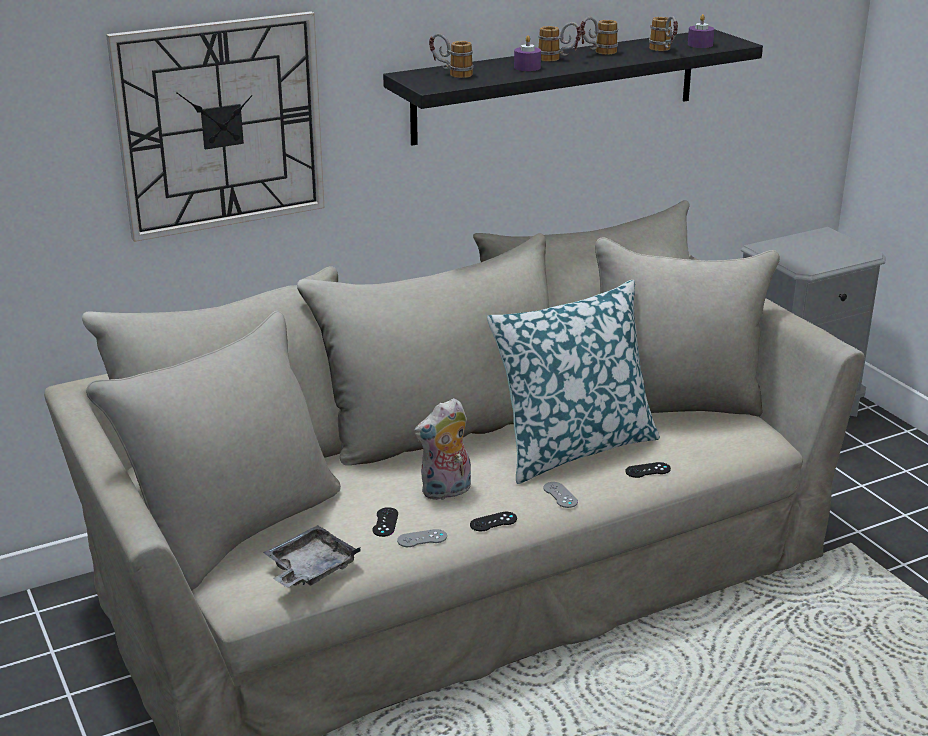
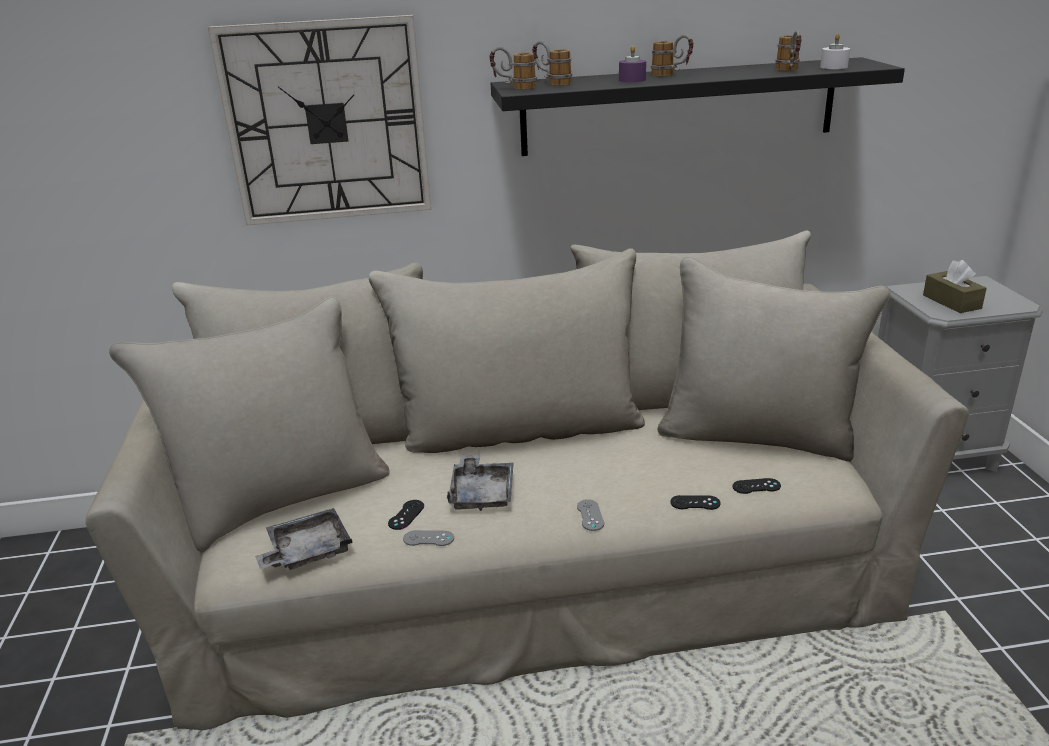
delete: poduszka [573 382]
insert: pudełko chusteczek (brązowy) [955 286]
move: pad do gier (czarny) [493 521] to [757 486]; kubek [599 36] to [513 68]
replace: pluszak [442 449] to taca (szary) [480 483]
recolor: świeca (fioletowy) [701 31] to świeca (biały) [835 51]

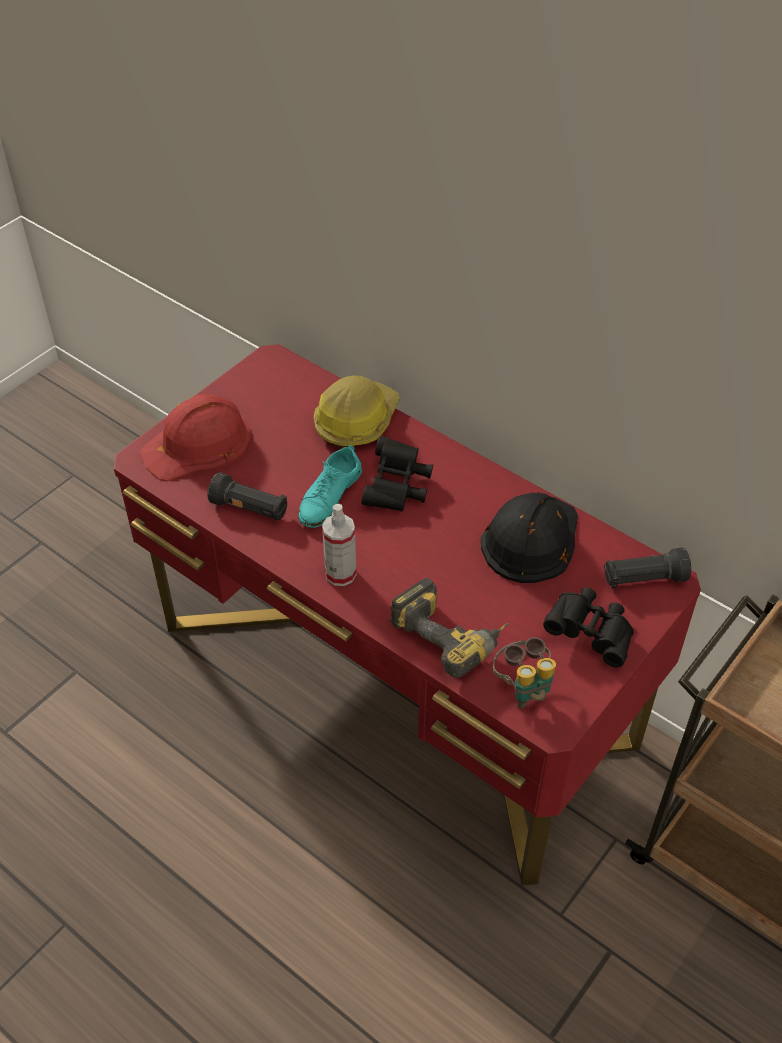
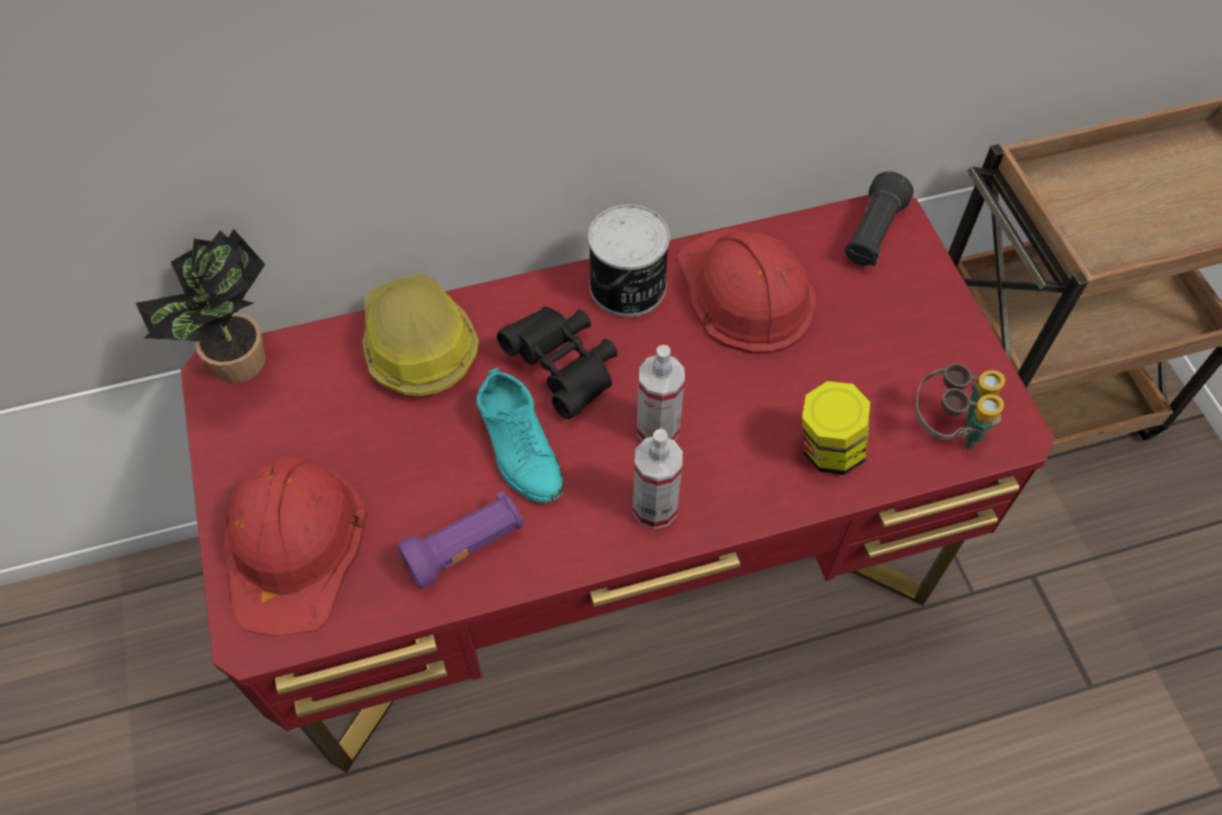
delete: lornetka (czarny) [588 627]
insert: roślina doniczkowa [201 306]; puszka [629 261]; spryskiwacz [661 393]
replace: wiertarka [449 628] to słoik [836 428]
recolor: latarka (czarny) [247 496] to latarka (fioletowy) [460 540]; kask (czarny) [529 537] to kask (czerwony) [746 291]

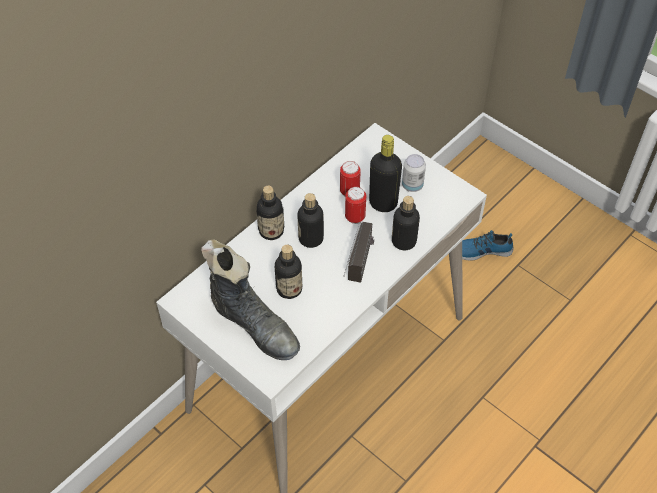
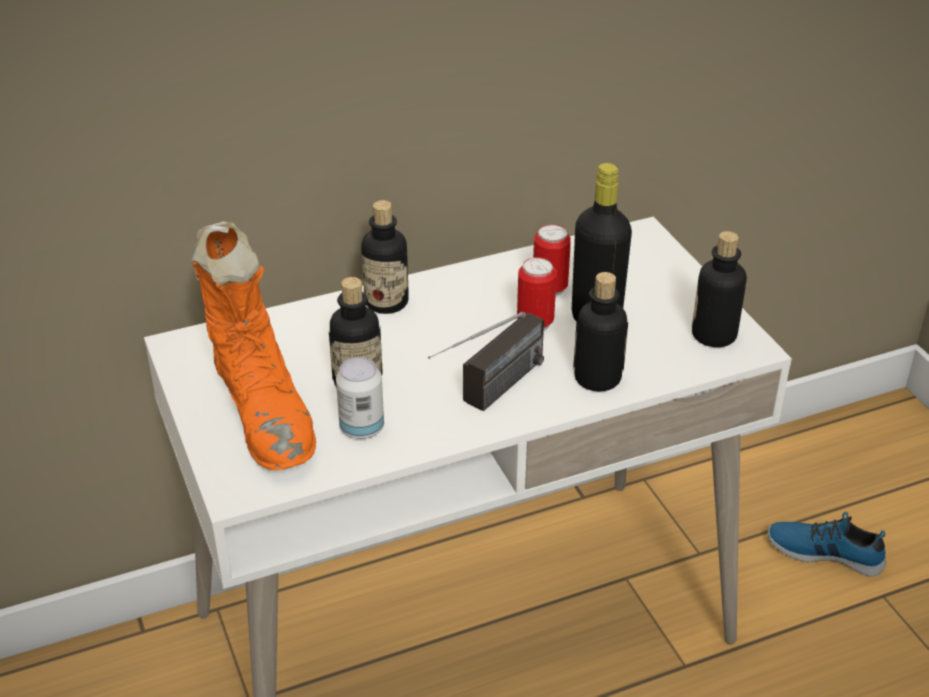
move: butelka [310 220] to [719 289]; puszka [414 173] to [360 398]
recolor: but z cholewką (czarny) [250 299] to but z cholewką (pomarańczowy) [254 346]

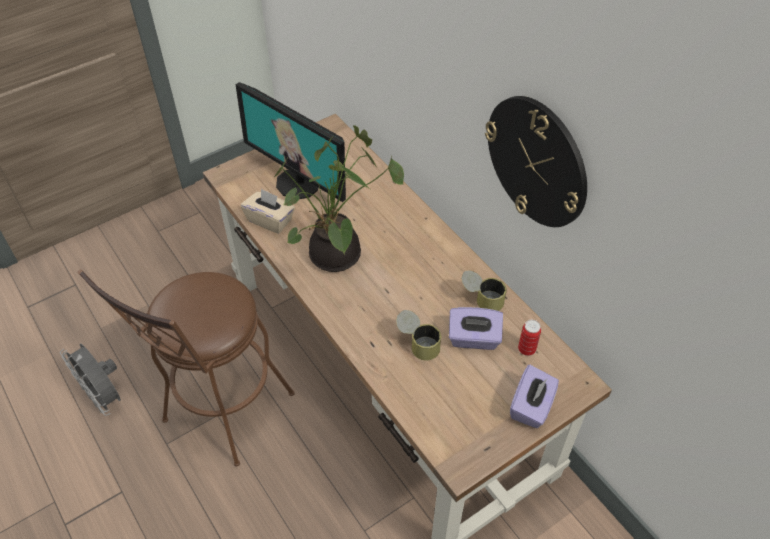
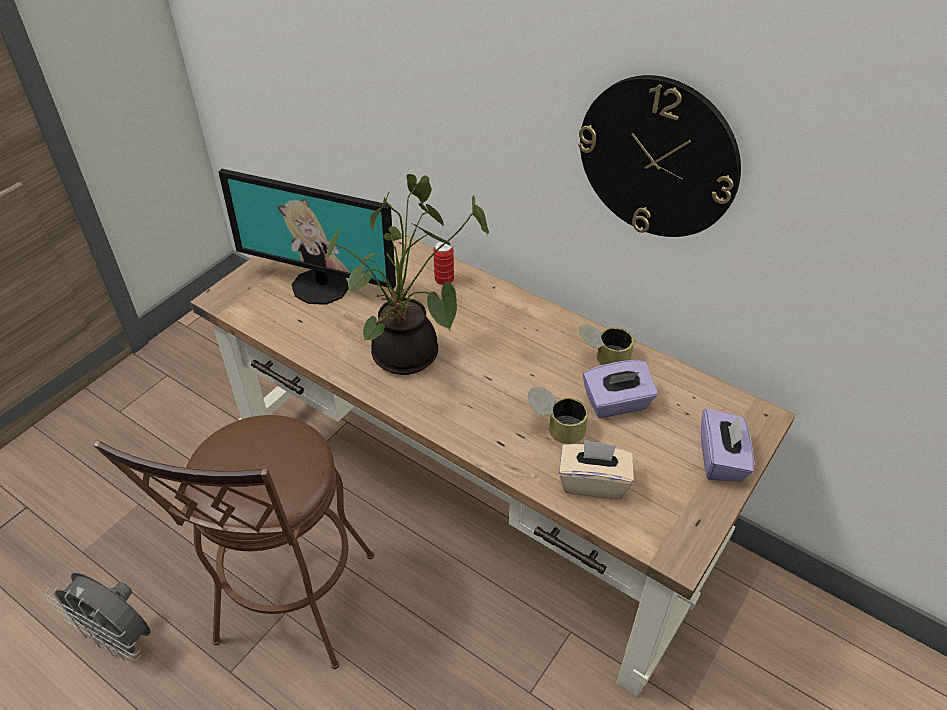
move: pudełko chusteczek (beżowy) [268 211] to [596 470]; puszka [529 338] to [443 263]

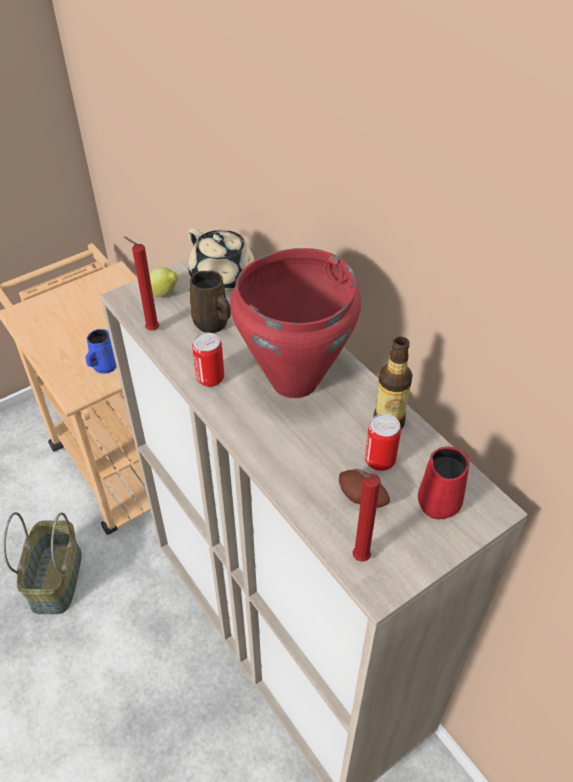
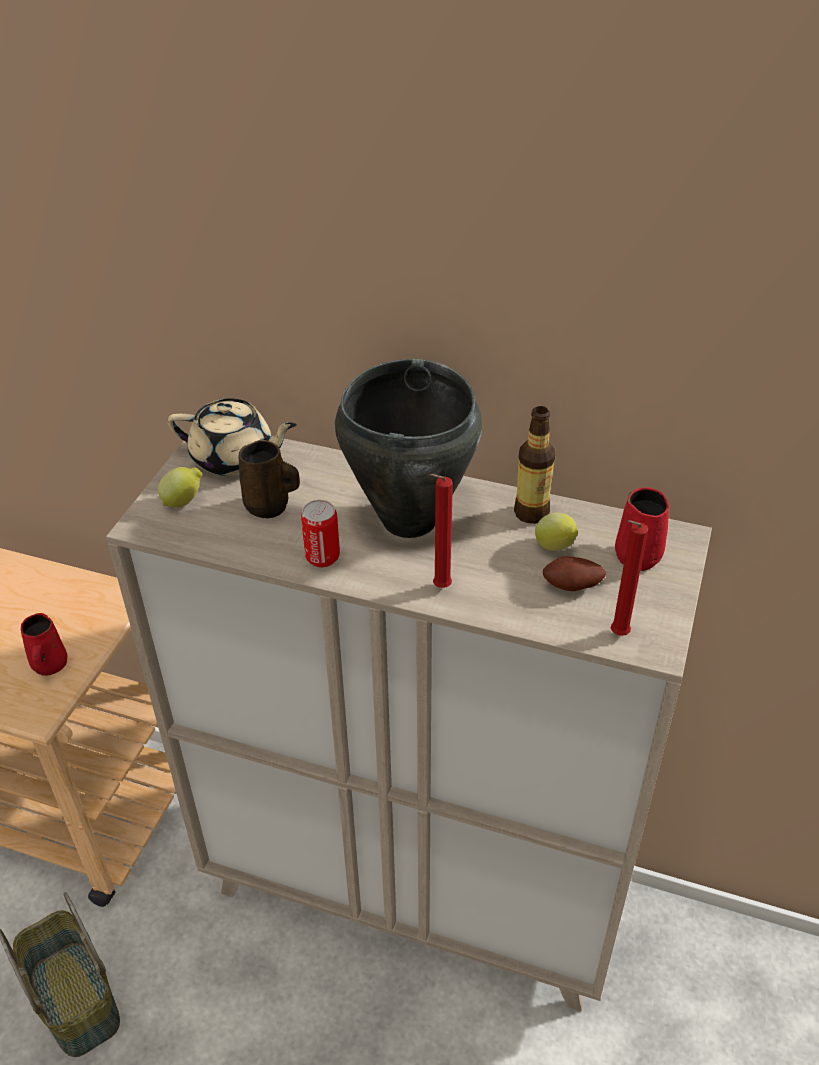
move: świeca (czerwony) [141 284] to [441 531]
replace: puszka [383 442] to cytryna [556 532]
recolor: kubek (niebieski) [101 351] to kubek (czerwony) [44 644]; garnek (czerwony) [295 323] to garnek (czarny) [408 448]

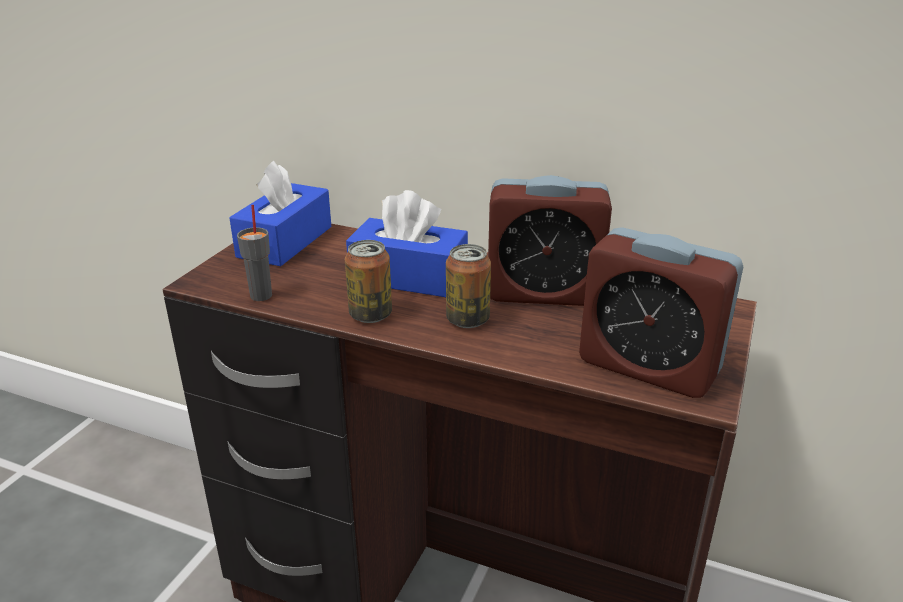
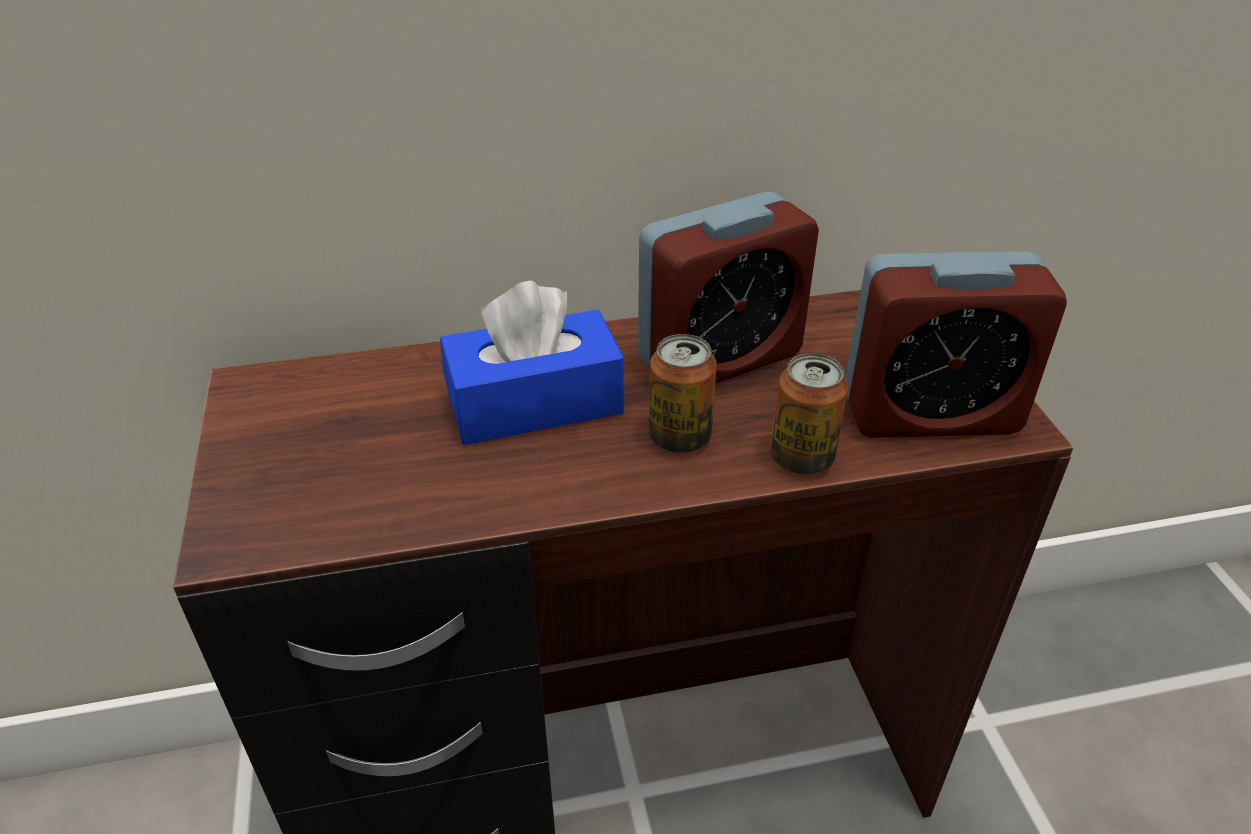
delete: pudełko chusteczek (niebieski) [280 213]; filiżanka (szary) [254 253]
move: puszka [368 281] to [809 414]

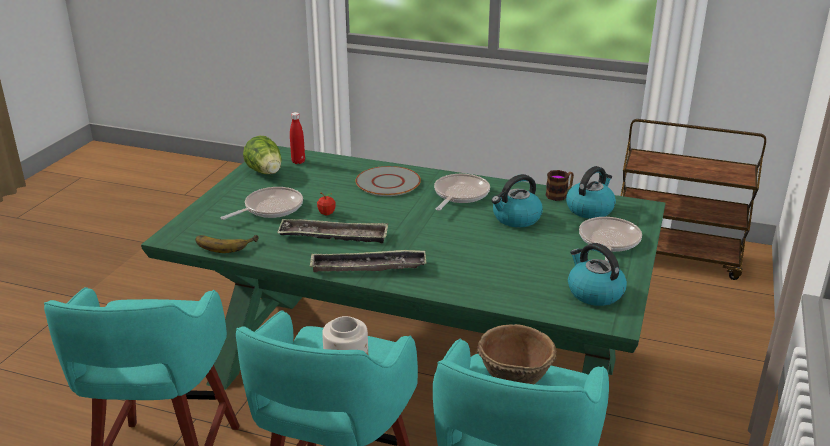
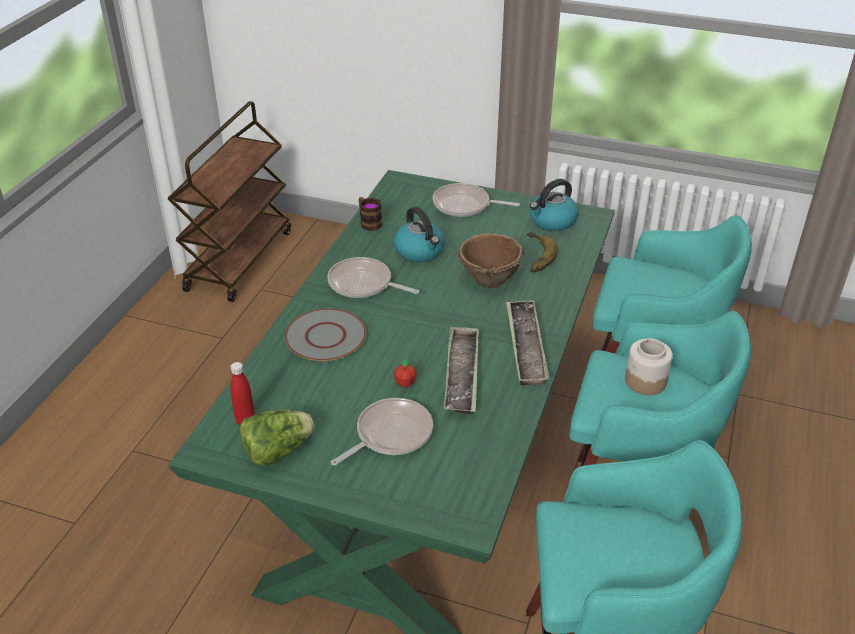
delete: czajnik [591 192]
move: banan [227 244] to [542 252]; miska (brązowy) [516 354] to [491 260]
rotate: patelnia [262 203] = [382 432] 90 degrees clockwise

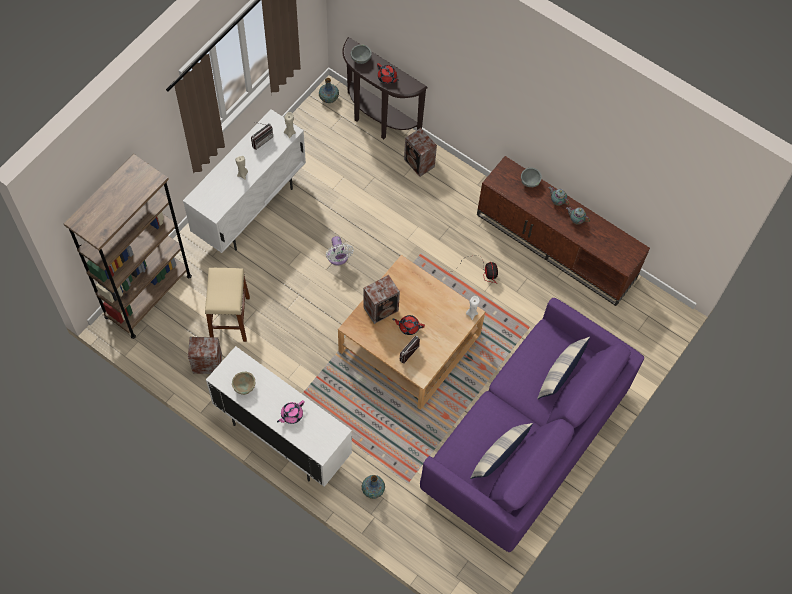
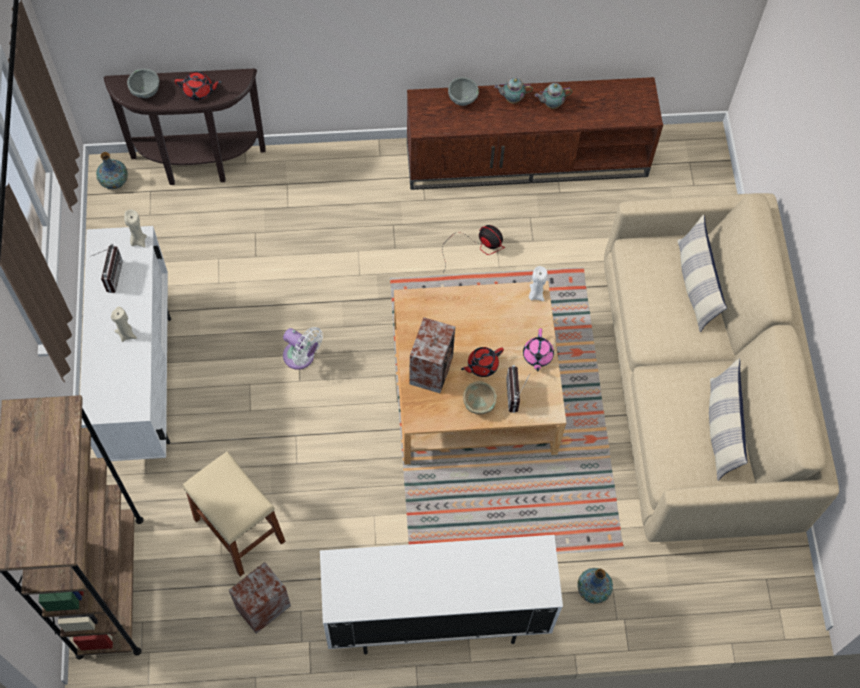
delete: głośnik [420 152]
move: miska (beżowy) [243 383] to [480 397]; imbryk (różowy) [291 412] to [538 349]
recolor: kanapa (fioletowy) [532 425] to kanapa (beżowy) [721 367]

